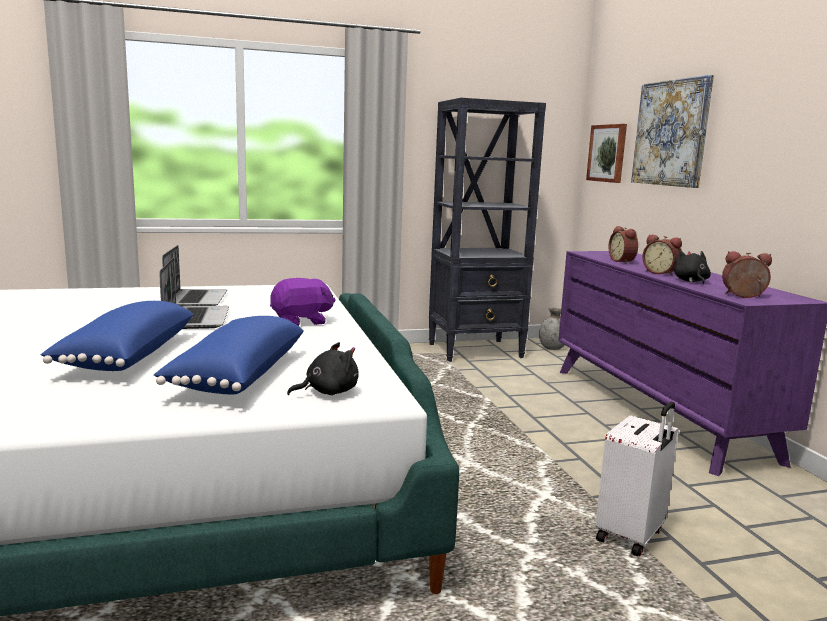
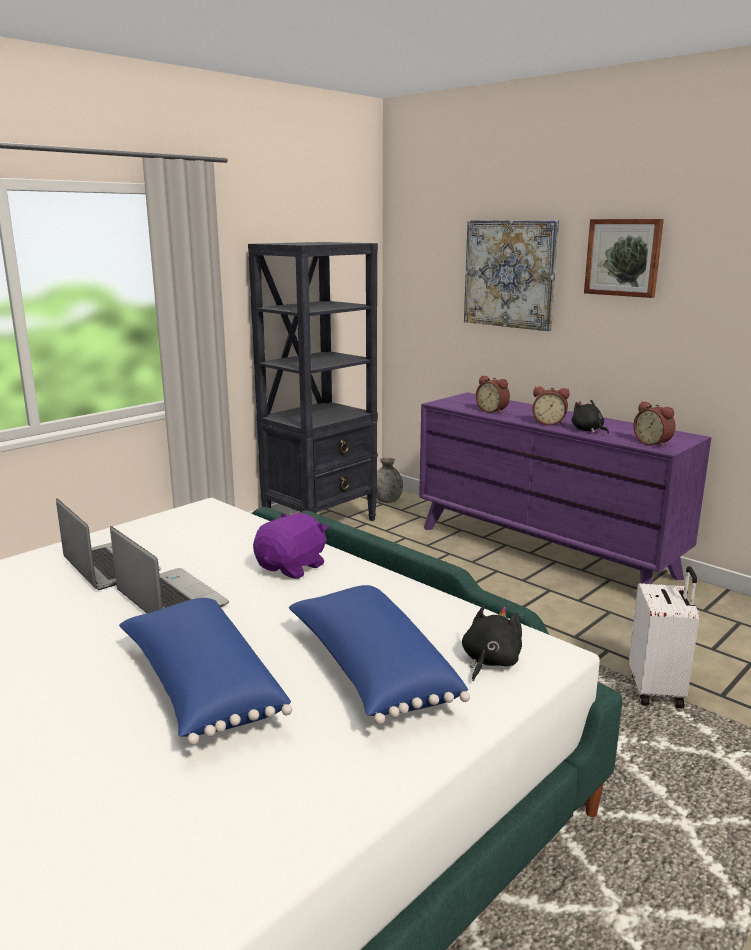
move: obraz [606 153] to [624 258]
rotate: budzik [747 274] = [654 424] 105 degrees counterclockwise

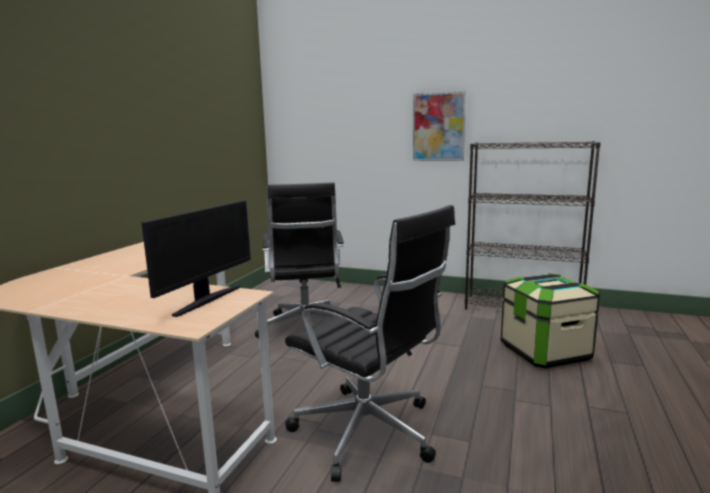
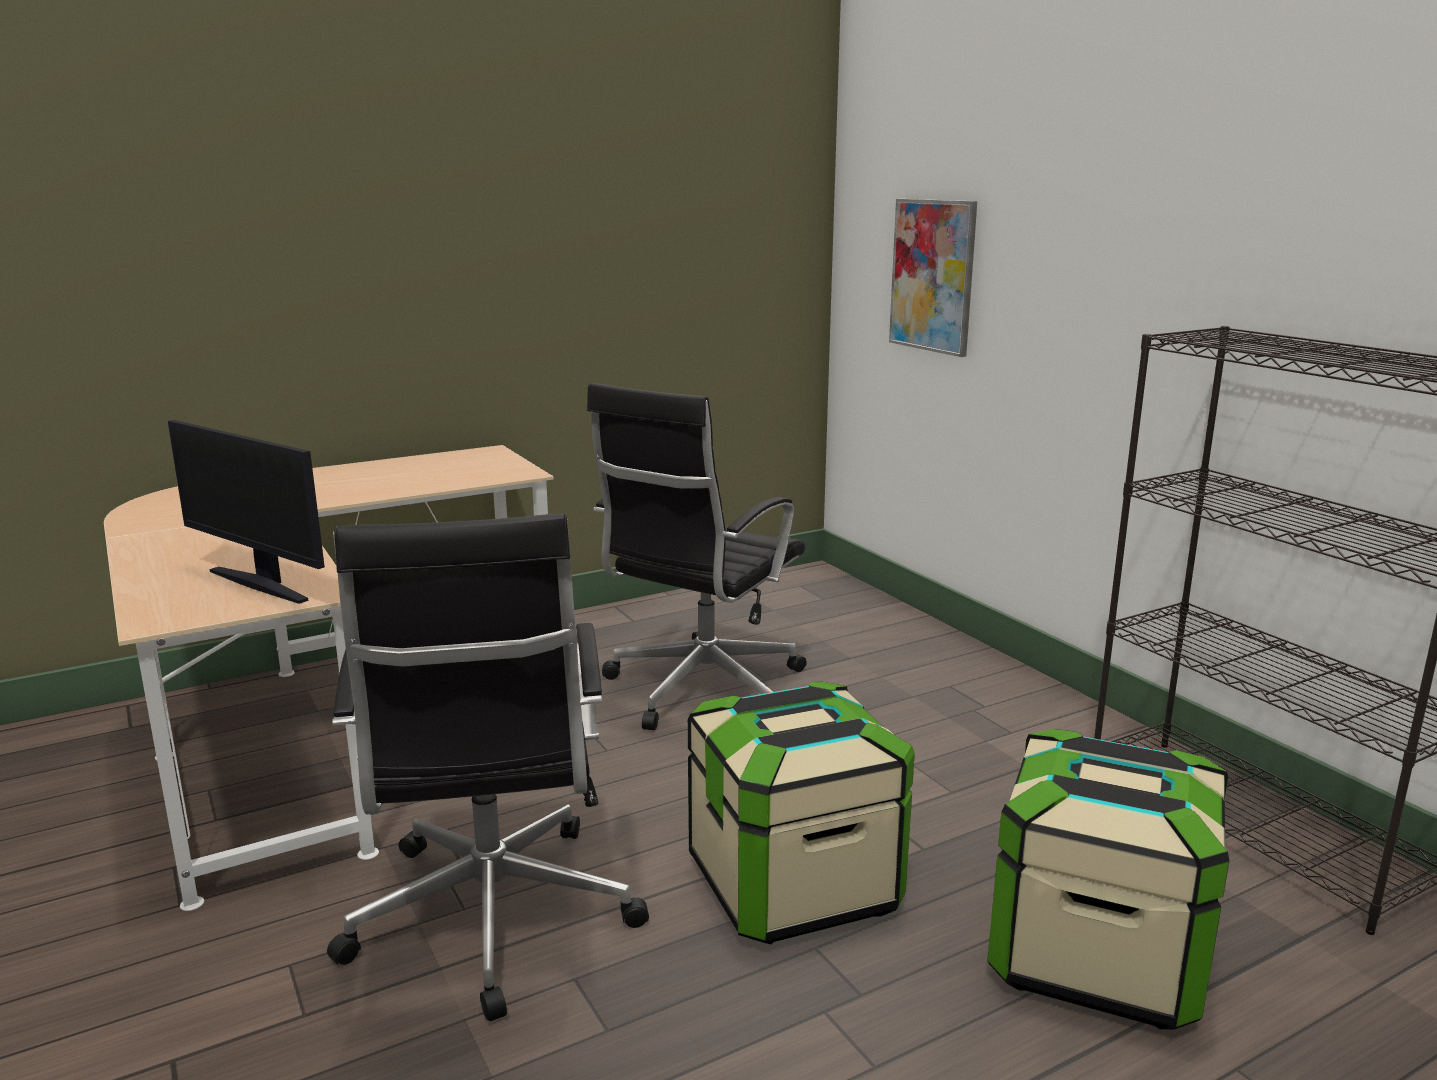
insert: pojemnik do przechowywania [801 812]
move: obraz [439 126] to [933 278]
rotate: monitor [196 259] = [246 512] 60 degrees clockwise

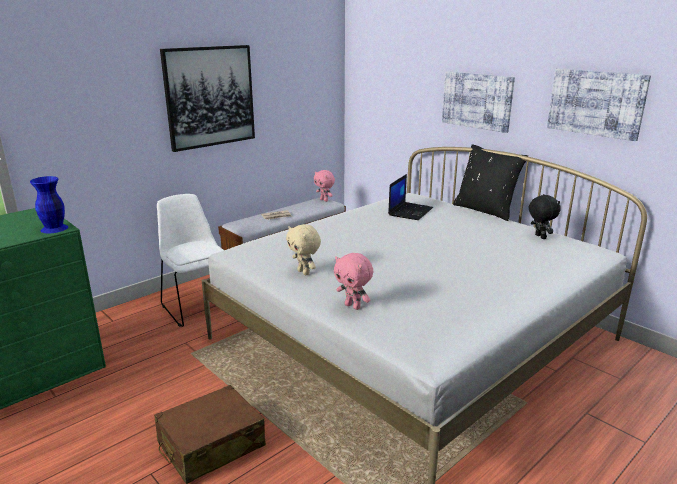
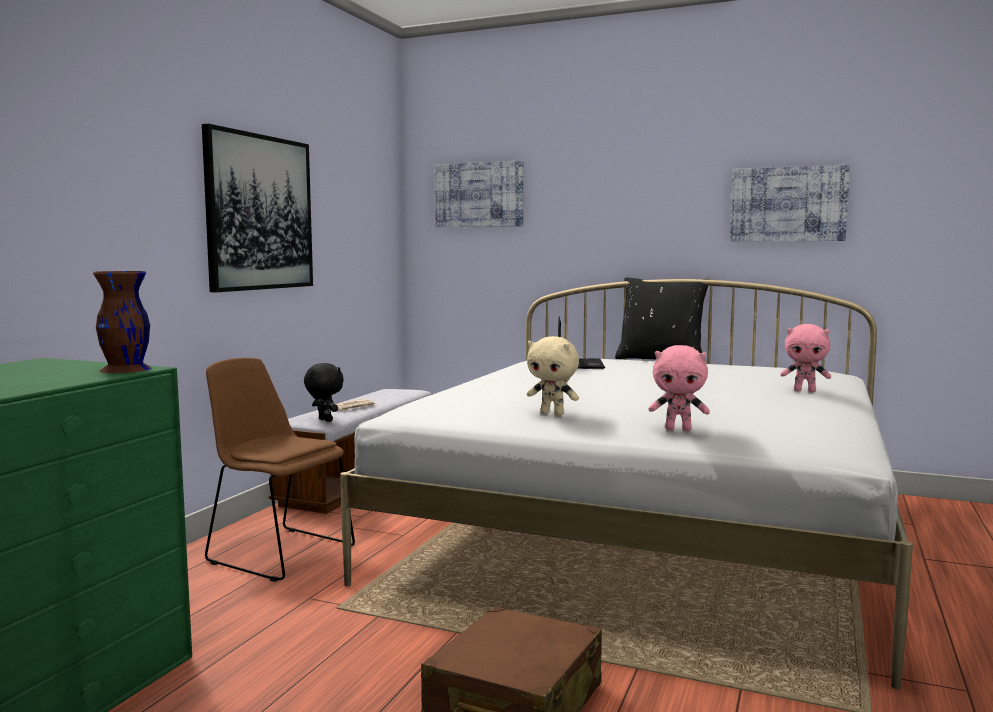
move: pluszak (różowy) [324 186] to [806 358]; obraz [478 102] to [479 194]; pluszak (czarny) [545 216] to [324 392]
recolor: wazon (niebieski) [49 204] to wazon (brązowy) [122 322]; krzesło (biały) [190 260] to krzesło (brązowy) [280 470]

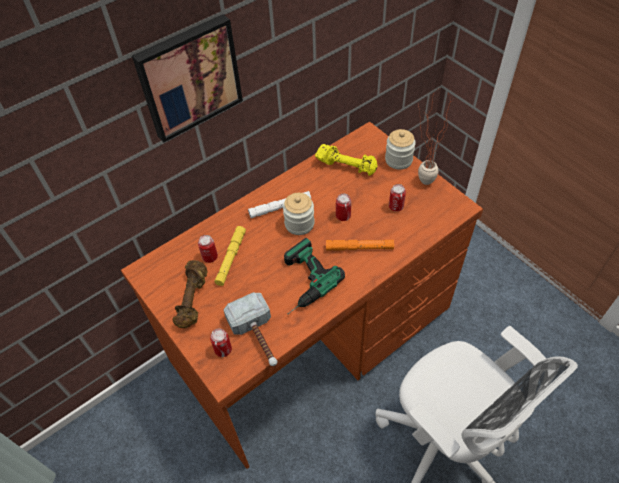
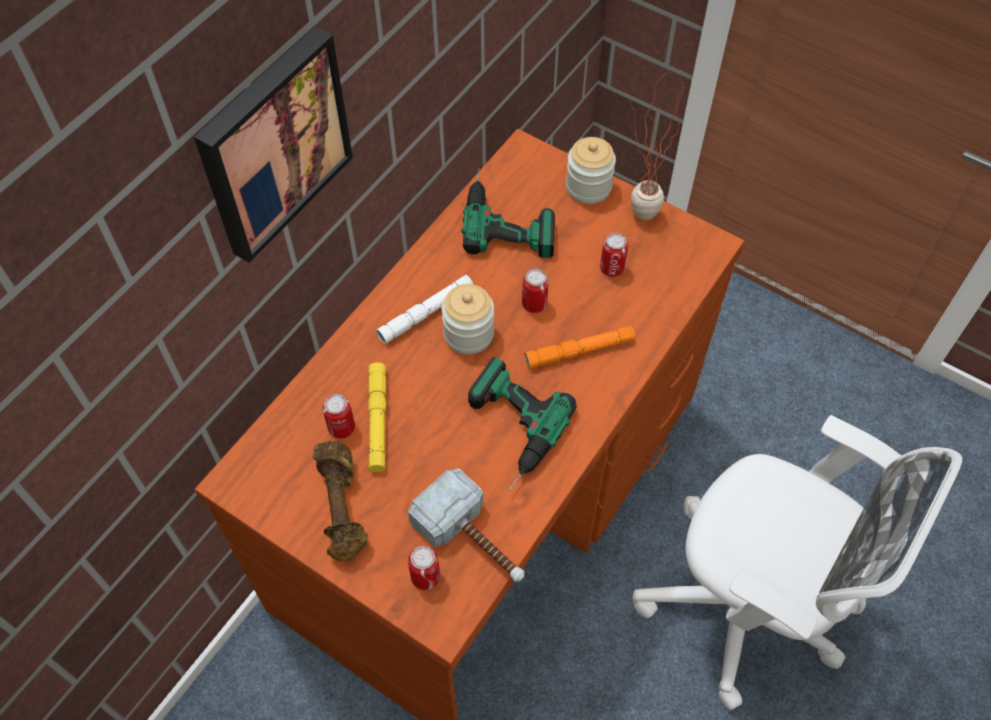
replace: hantel (żółty) [346 160] to wiertarka [508 213]

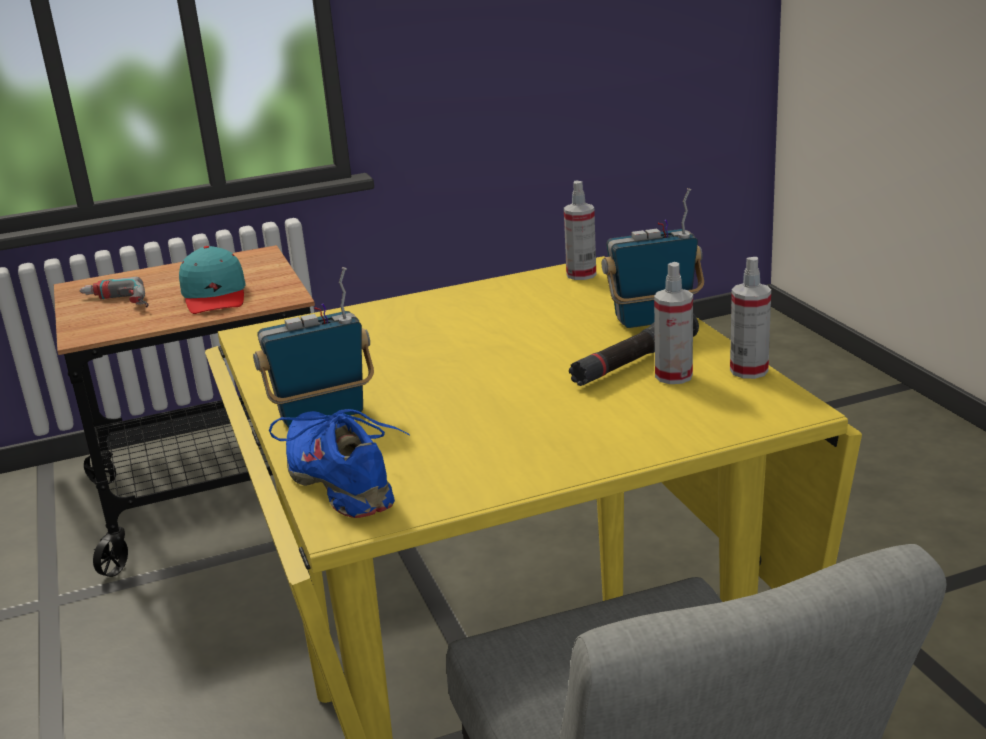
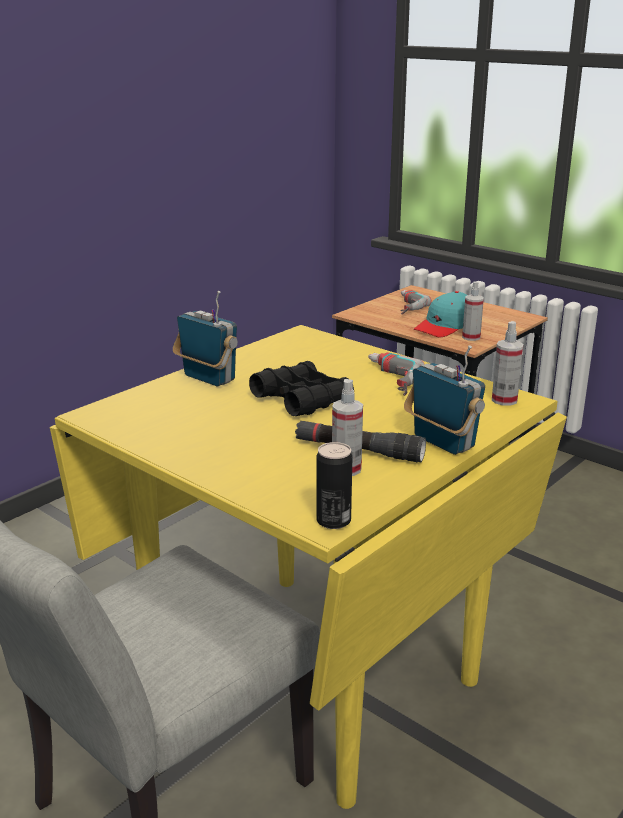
delete: but (niebieski) [339 463]
insert: lornetka (czarny) [301 388]; puszka [334 485]; wiertarka [396 374]
move: spryskiwacz [750 318] to [473 311]

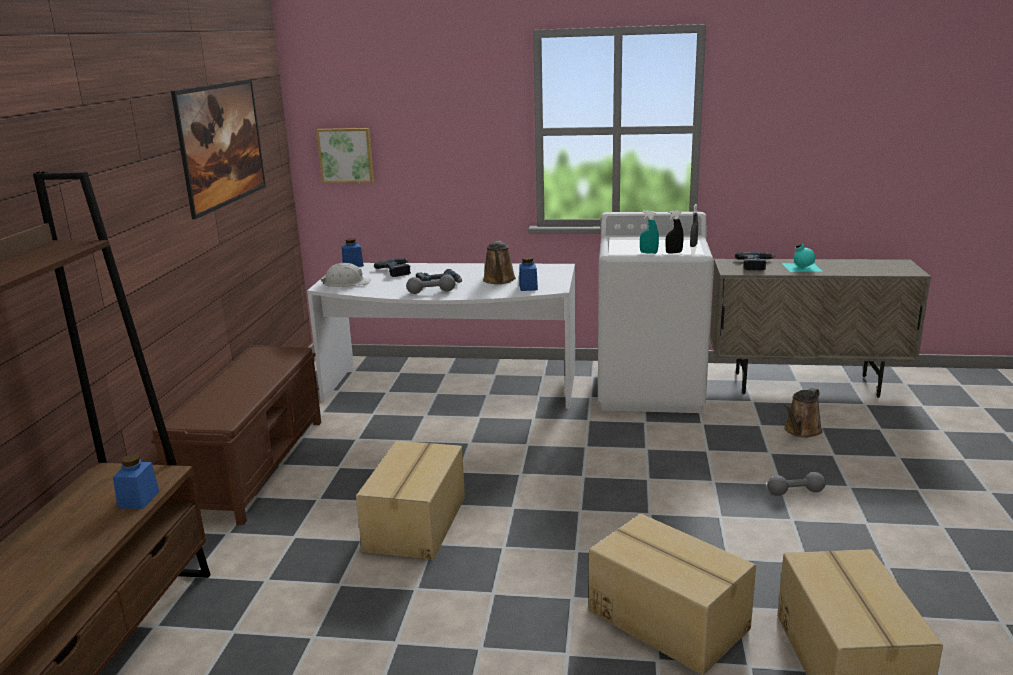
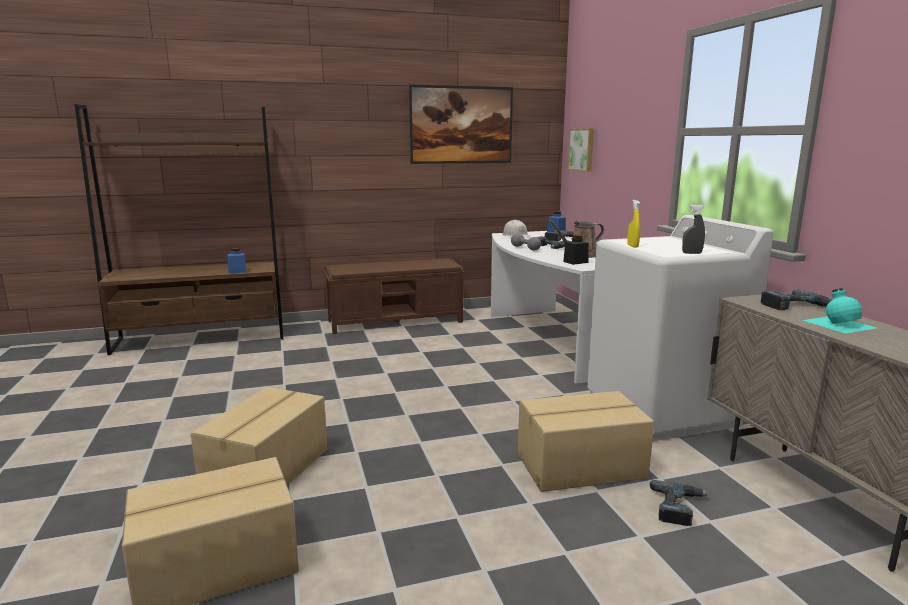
delete: spryskiwacz (czarny) [674 232]; hantel (szary) [796 484]
move: karton [410 500] to [586 441]
replace: konewka (brązowy) [803 413] to wiertarka [679 503]
recolor: słoik (niebieski) [528 274] to słoik (czarny) [576 250]; spryskiwacz (turkusowy) [649 232] to spryskiwacz (żółty) [633 224]

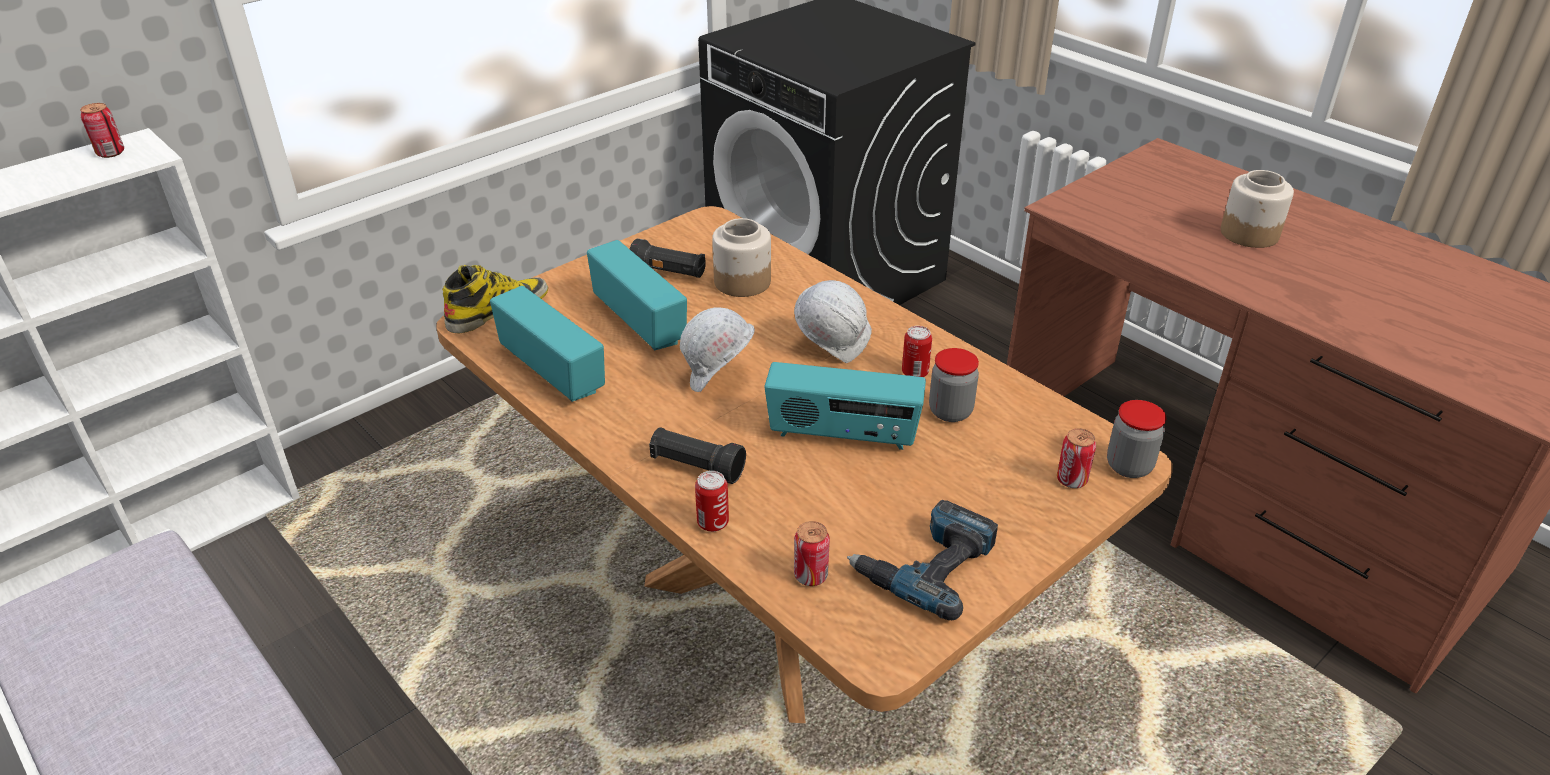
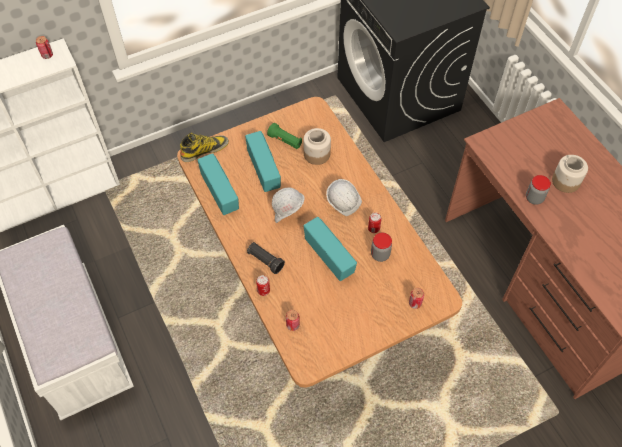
delete: wiertarka [922 560]
move: słoik [1136 439] to [538 190]
recolor: latarka (czarny) [668 258] to latarka (zielony) [284 136]
rotate: radio [845 406] = [330 249] 150 degrees counterclockwise

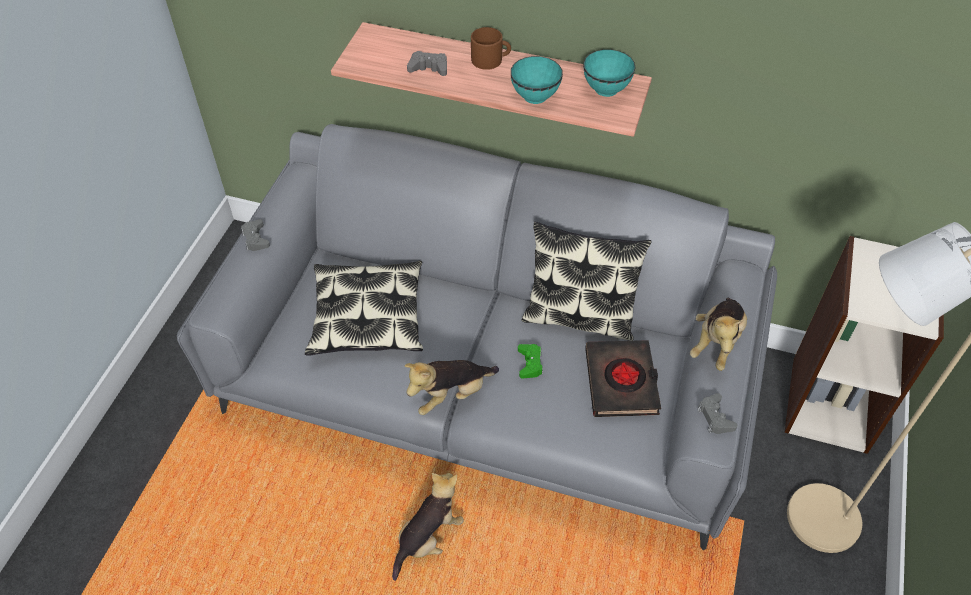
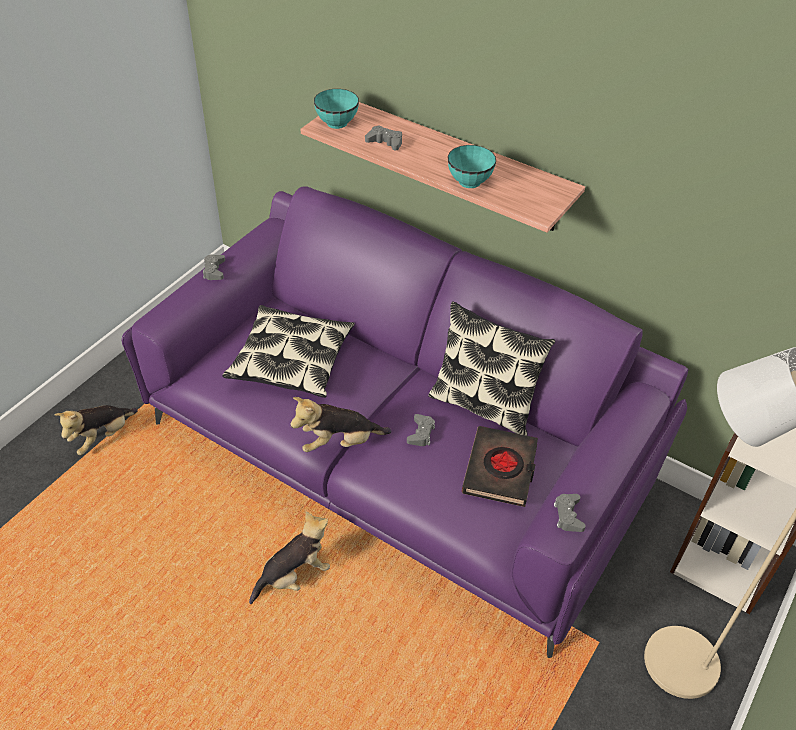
delete: kubek (brązowy) [491 48]
move: miska (turkusowy) [609 73] to [336 109]; pluszak [718 334] to [96 430]
recolor: kanapa (szary) [477 337] to kanapa (fioletowy) [405 422]; pad do gier (zielony) [530 361] to pad do gier (szary) [421 430]

